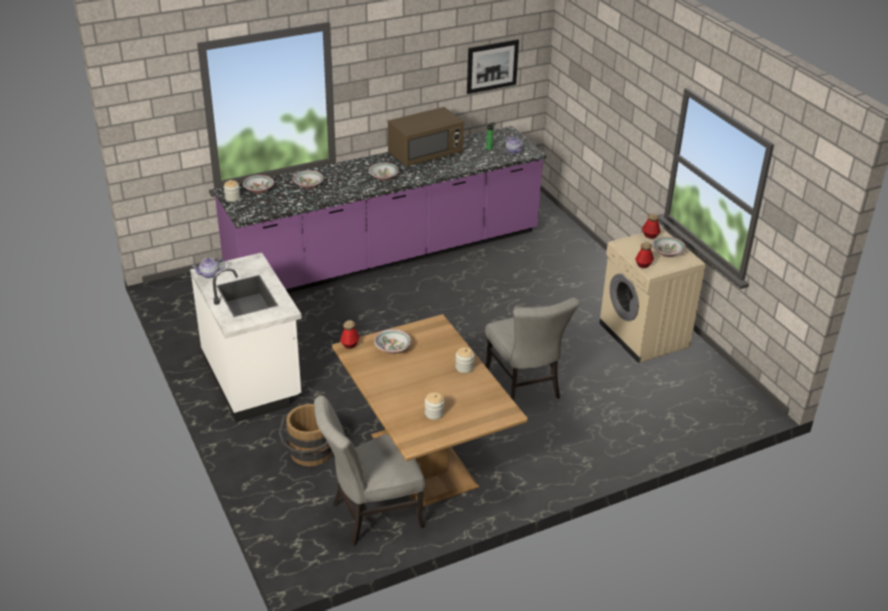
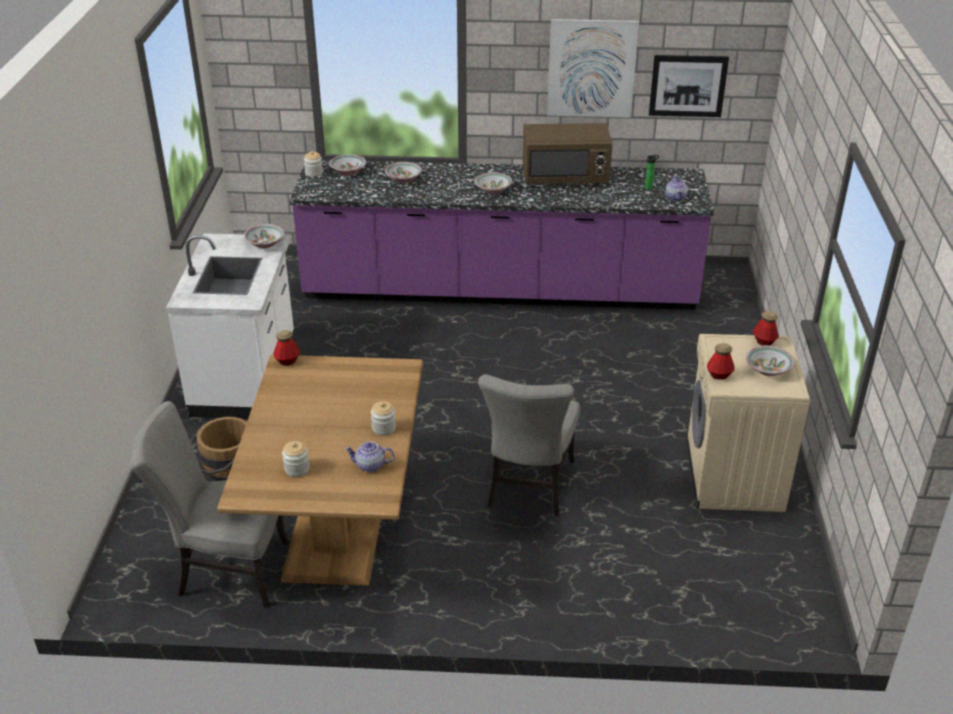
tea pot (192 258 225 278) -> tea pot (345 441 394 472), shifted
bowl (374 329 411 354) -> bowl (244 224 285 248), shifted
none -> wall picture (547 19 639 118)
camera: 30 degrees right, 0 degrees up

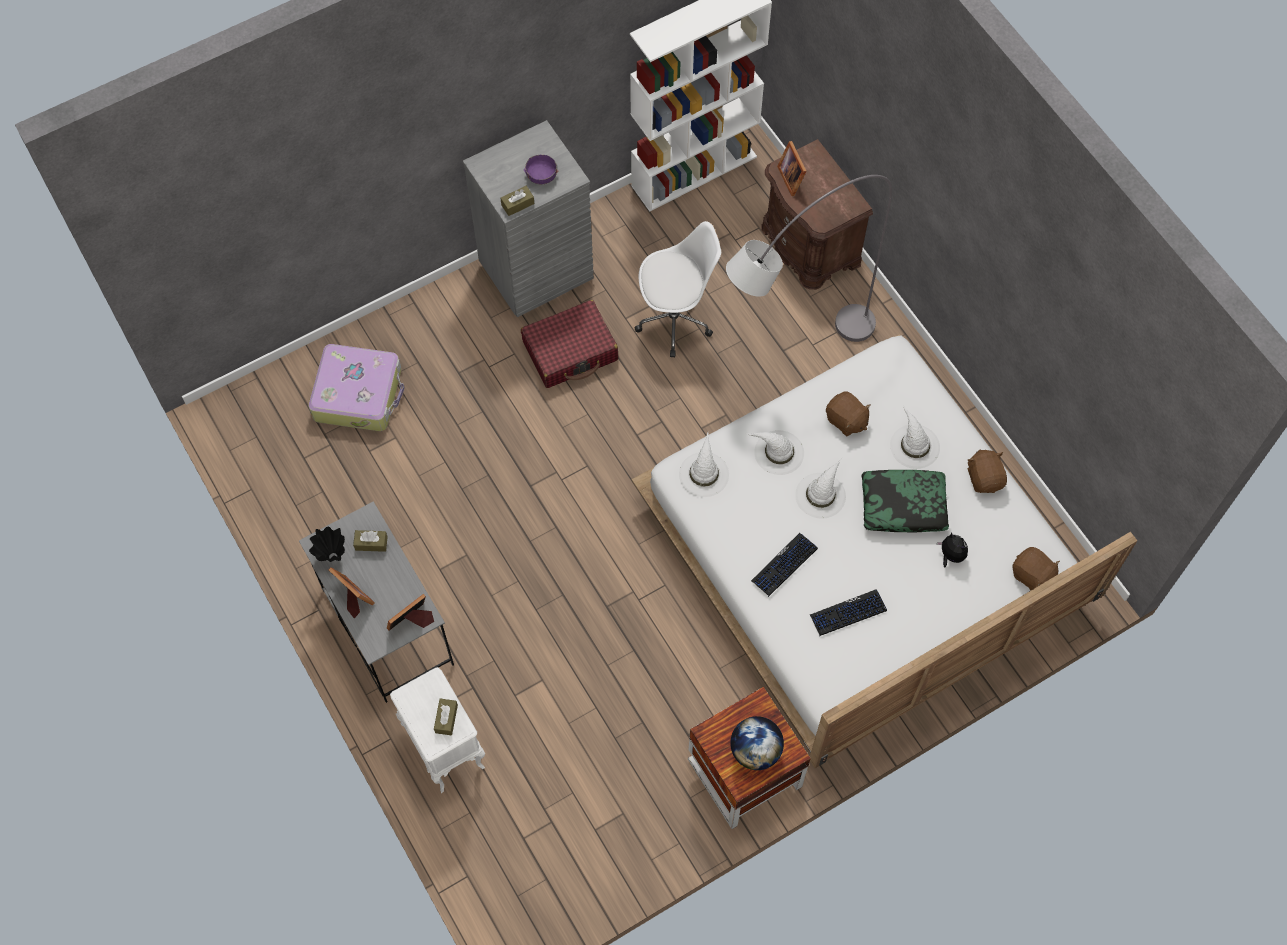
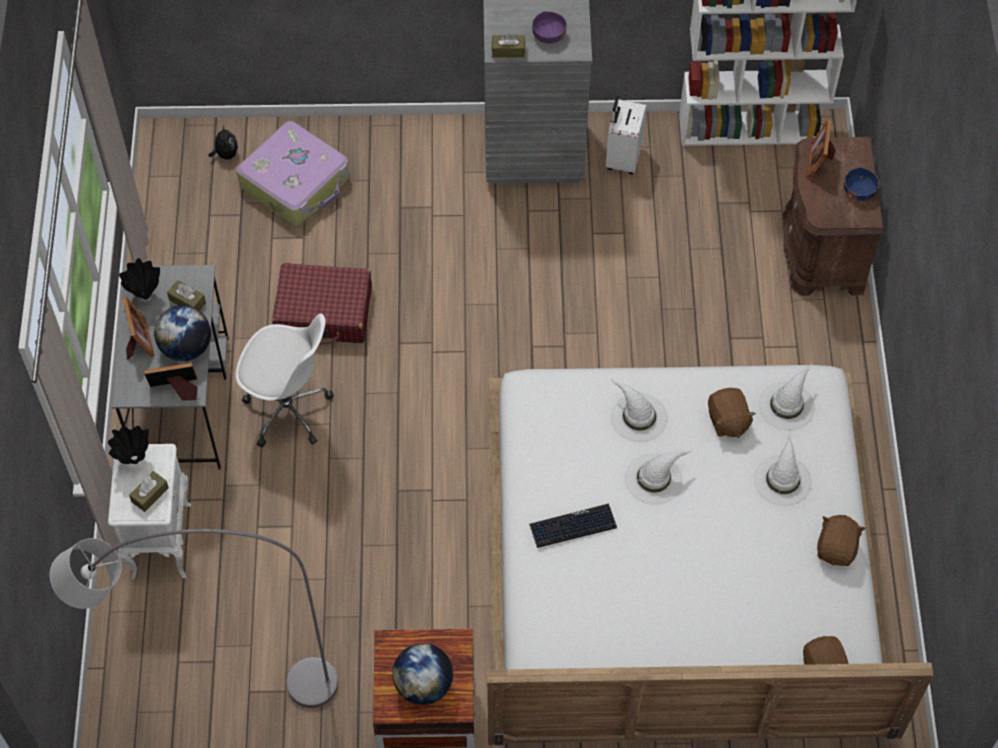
greyish standard lamp (726 175 892 342) -> greyish standard lamp (50 529 338 708), shifted
white-coloured office chair (634 221 721 357) -> white-coloured office chair (235 314 334 447), shifted
red-coloured travel case (521 300 618 388) -> red-coloured travel case (272 263 372 345), shifted
white-coloured clothing hat (679 432 729 497) -> white-coloured clothing hat (758 364 815 431), shifted
cushion (862 470 949 533) -> none
cuddly toy (937 532 968 568) -> cuddly toy (209 125 238 160), shifted
PC keyboard (810 589 887 636) -> none
none -> white-coloured travel case (606 96 646 174)
none -> blue-coloured bowl (844 167 879 201)
none -> globe (154 305 211 361)
none -> black-coloured vase (108 426 149 464)
camera: 30 degrees right, 5 degrees down

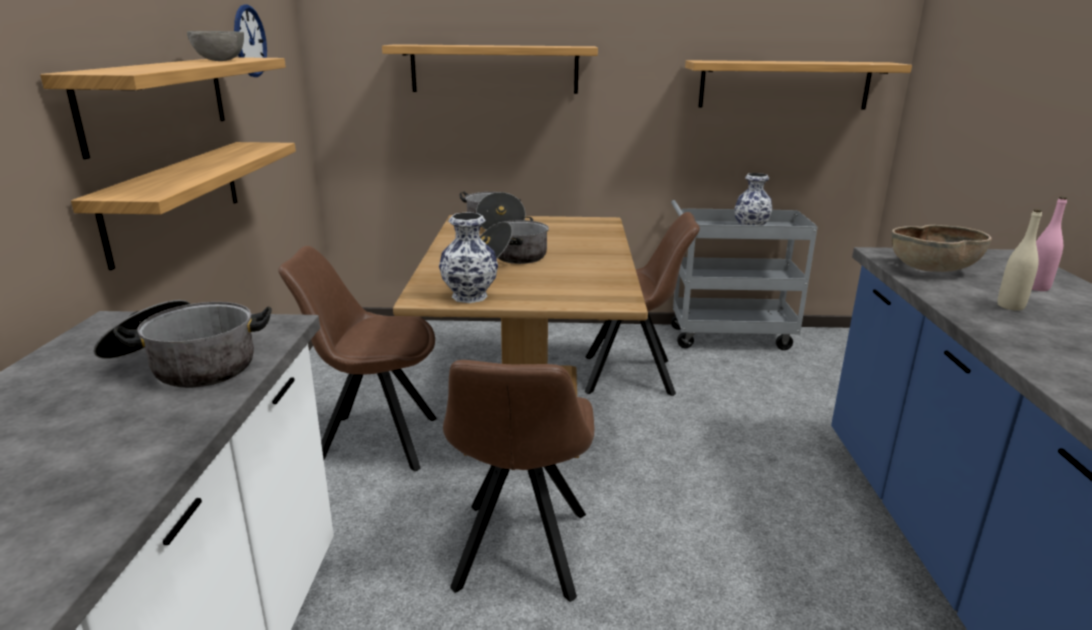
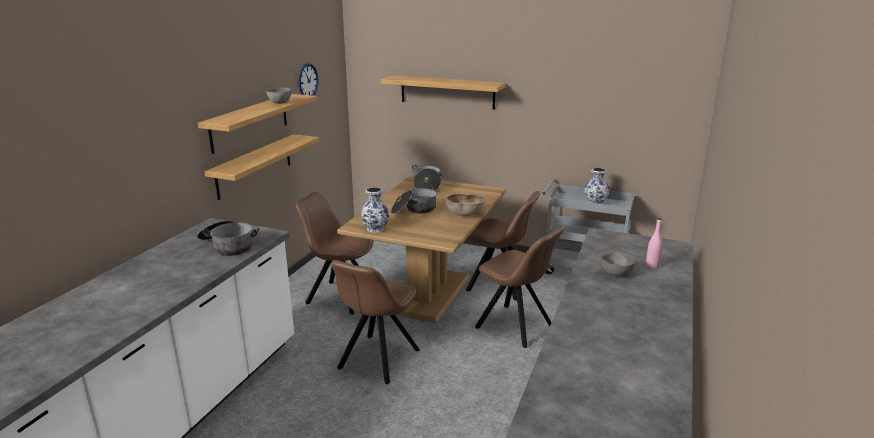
shelf (685 60 912 109) -> none
sand-coloured bottle (997 209 1042 311) -> greyish bowl (601 251 636 276)
brown bowl (891 225 992 272) -> brown bowl (446 193 485 216), shifted
none -> brown chair (475 226 564 348)
camera: 20 degrees right, 0 degrees up

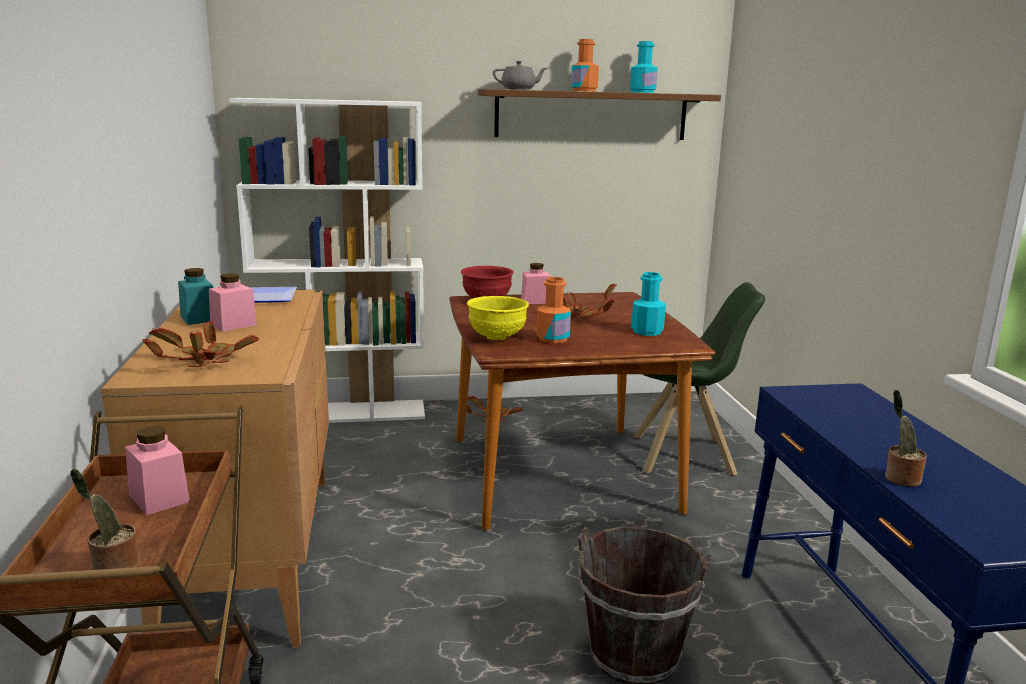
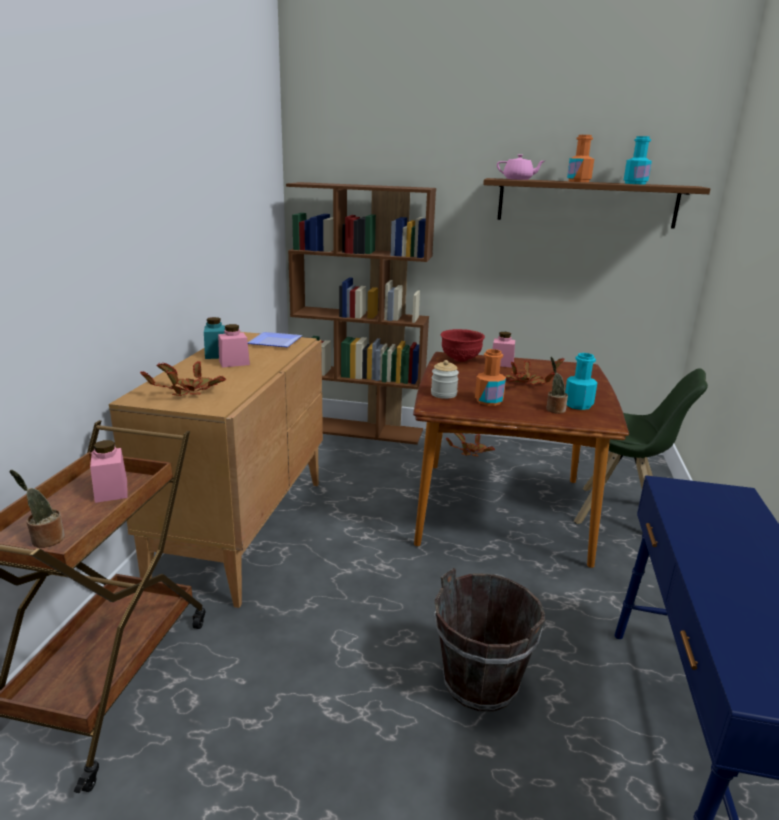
greyish tea pot (493 61 547 90) -> pink-coloured tea pot (497 154 545 180)
white-coloured shelving unit (229 98 425 423) -> brown shelving unit (286 182 436 445)
yellowish bowl (467 296 529 340) -> preserve jar (431 360 459 399)
houseplant (885 390 927 487) -> houseplant (546 357 568 414), shifted
camera: 20 degrees right, 5 degrees up

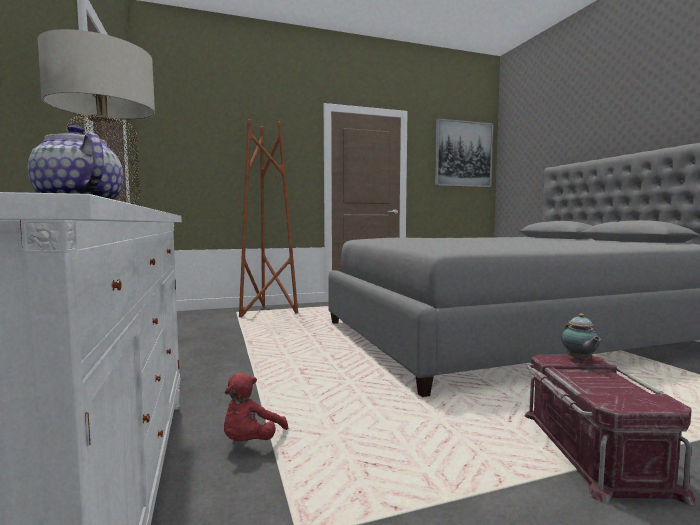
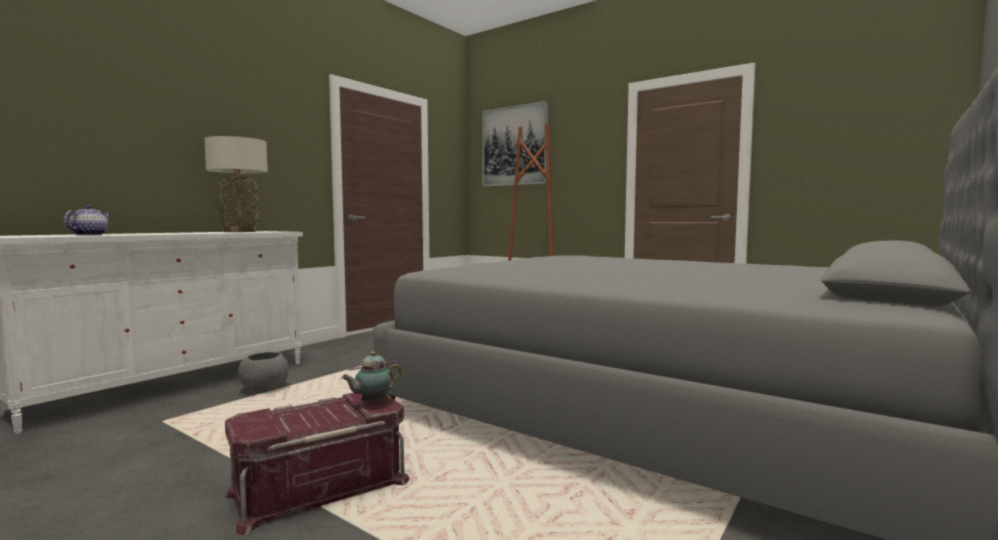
wall picture (435 118 493 187) -> wall picture (482 101 549 187), shifted
red-coloured cuddly toy (224 373 288 442) -> greyish bowl (238 352 289 392)
camera: 55 degrees right, 0 degrees up

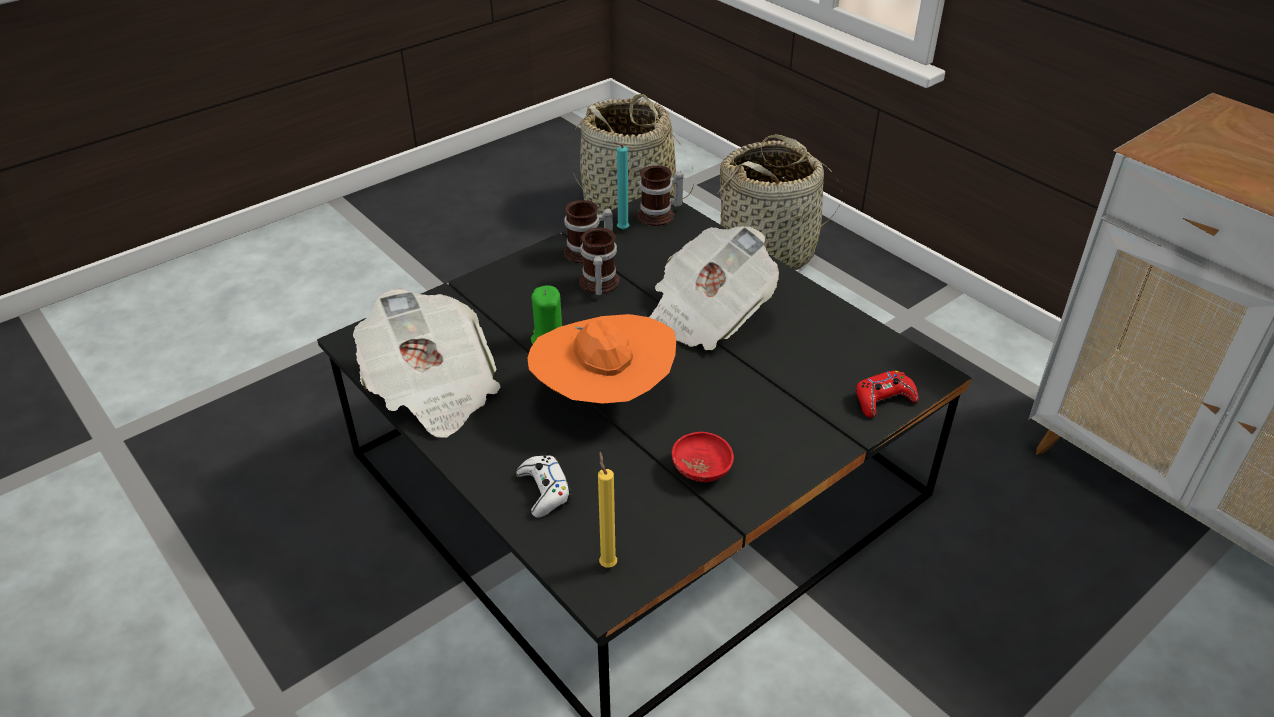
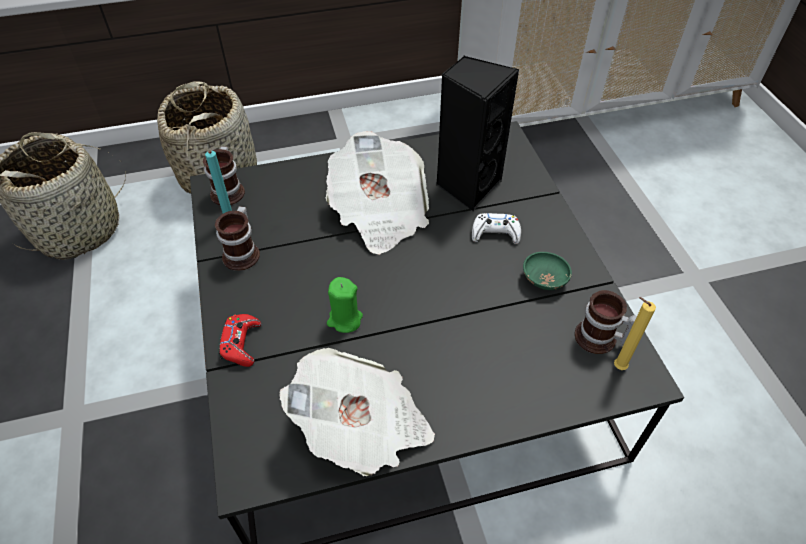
coffee mug (579 227 620 295) -> coffee mug (575 290 637 354), shifted
orange clothing hat (527 314 676 404) -> none
red-coloured gamepad (855 370 919 418) -> red-coloured gamepad (218 314 261 367), shifted
red-coloured bowl (672 432 734 482) -> green-coloured bowl (523 252 572 290)
white-coloured gamepad (516 456 571 518) -> white-coloured gamepad (472 213 521 244), shifted
none -> black-coloured loudspeaker (436 56 519 212)
camera: 65 degrees left, 10 degrees up

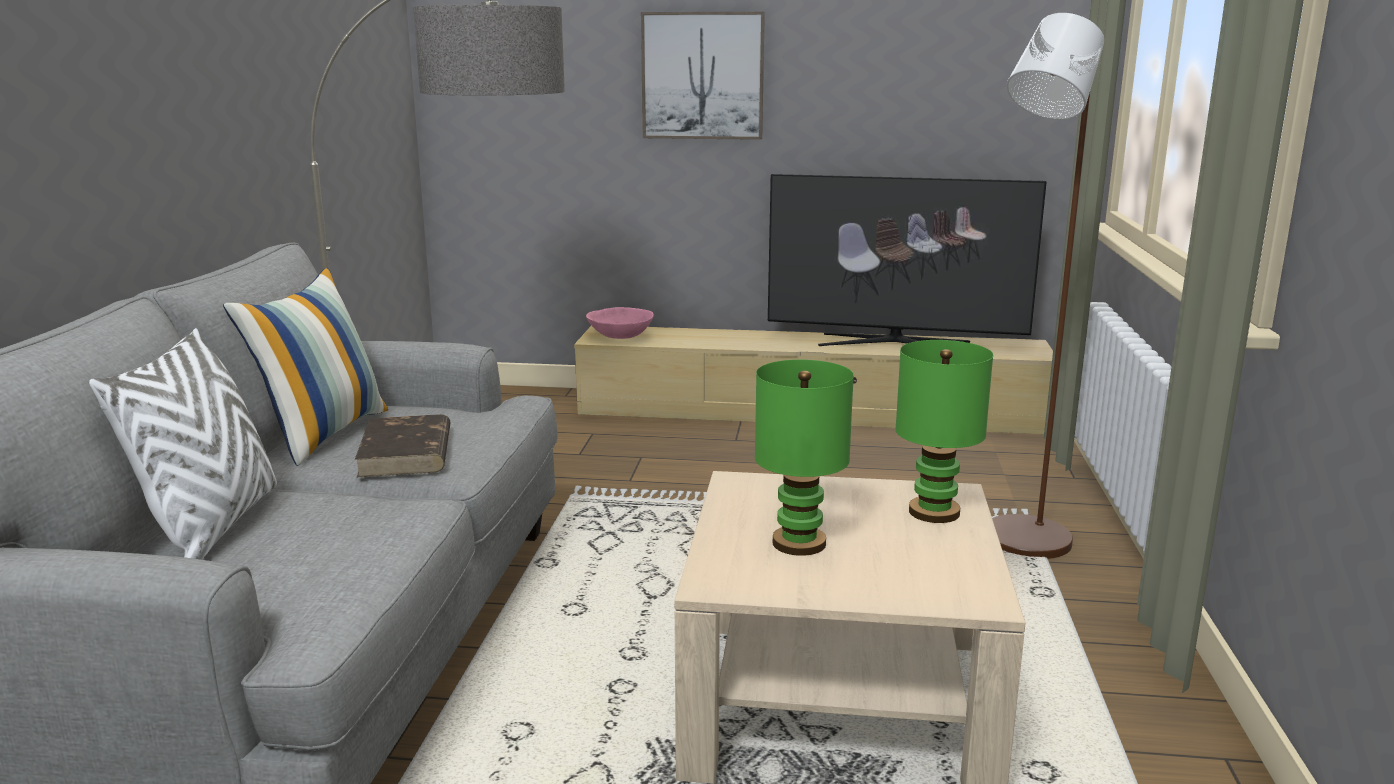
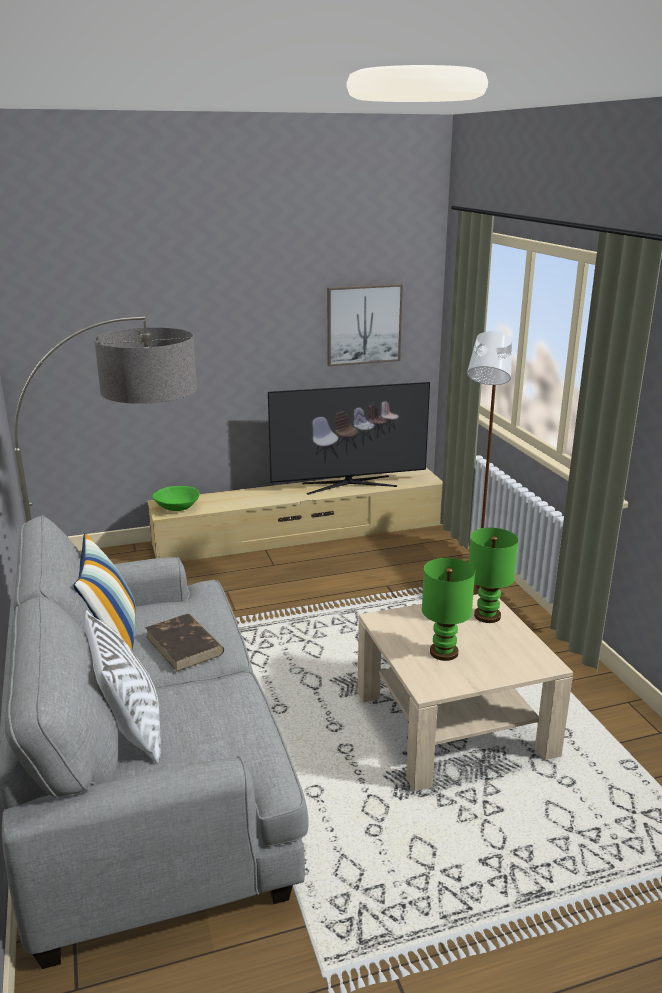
wall picture (641 12 765 140) -> wall picture (327 284 403 366), shifted
pink-coloured bowl (586 307 654 339) -> green-coloured bowl (152 486 200 511)
camera: 25 degrees left, 5 degrees up

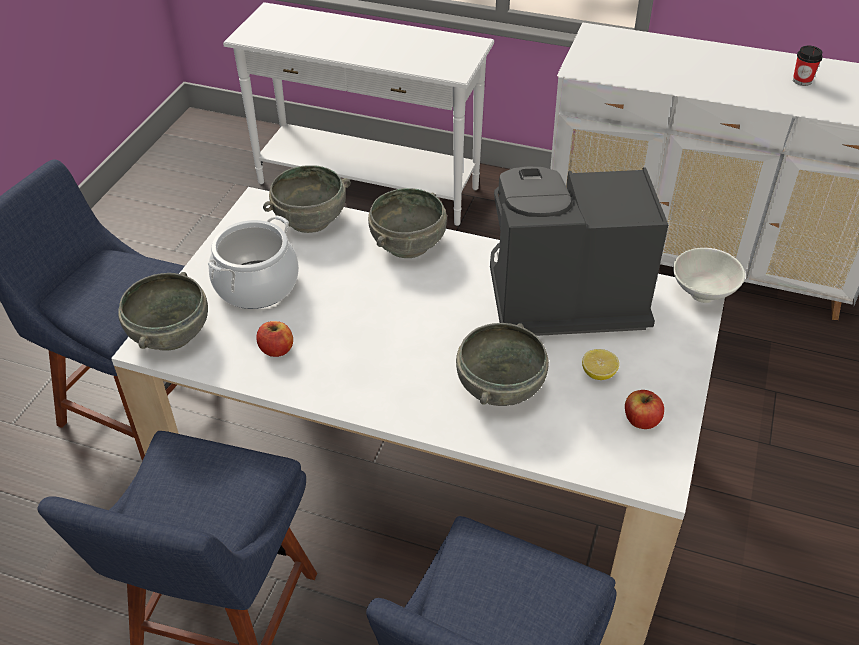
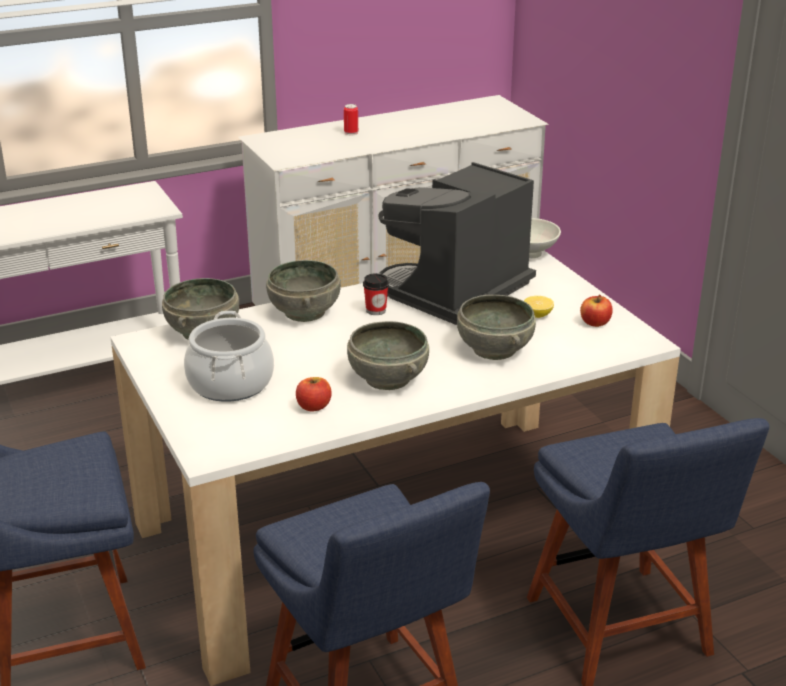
drinking cup (793 46 823 86) -> drinking cup (363 273 389 315), shifted
greyish bowl (118 272 208 351) -> greyish bowl (347 321 429 390), shifted
none -> sealed can (344 104 358 135)
camera: 45 degrees left, 15 degrees down

